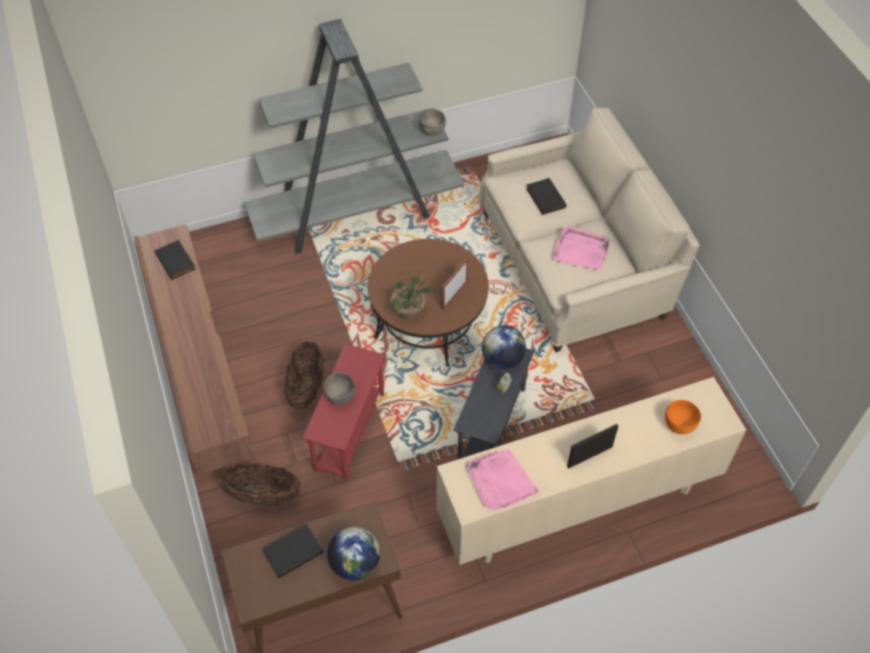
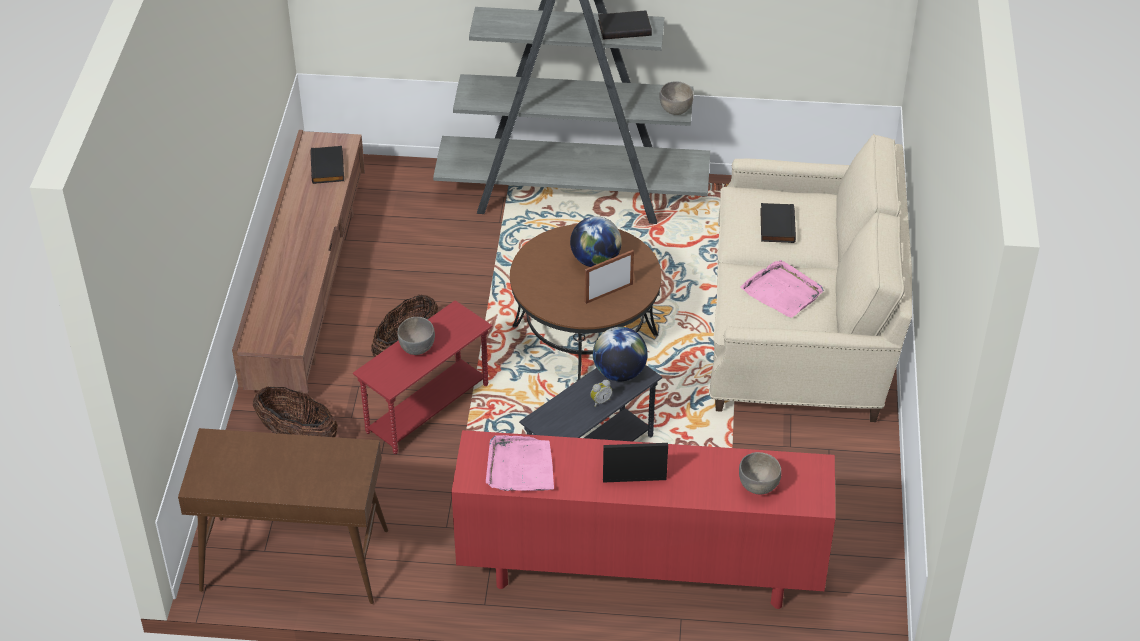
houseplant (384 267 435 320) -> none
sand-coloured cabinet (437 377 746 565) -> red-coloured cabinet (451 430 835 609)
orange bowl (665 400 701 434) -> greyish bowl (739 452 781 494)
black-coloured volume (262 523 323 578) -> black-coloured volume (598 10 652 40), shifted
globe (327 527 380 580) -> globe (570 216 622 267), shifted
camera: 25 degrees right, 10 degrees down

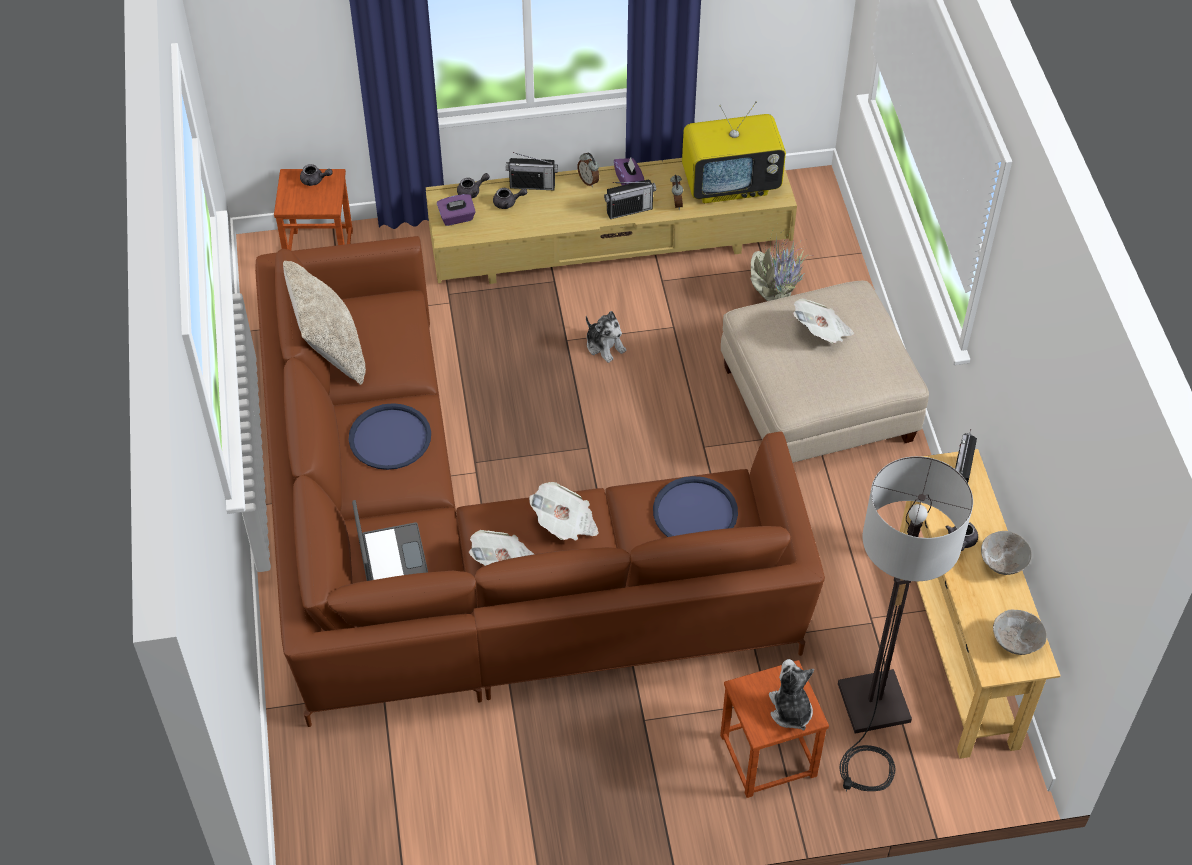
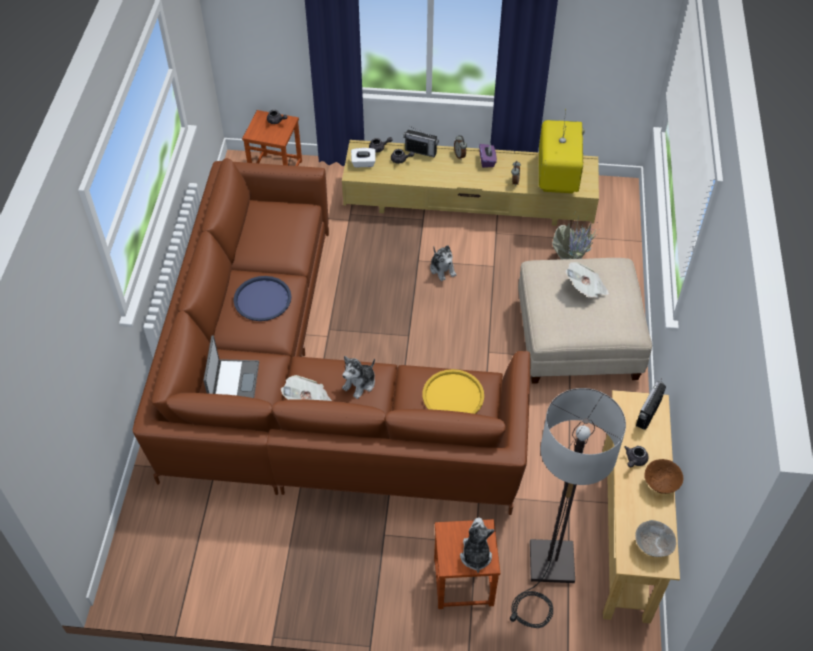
TV set (682 101 786 203) -> TV set (539 109 585 193), 90 degrees counterclockwise
radio receiver (604 179 656 219) -> none
purple-coloured tissue box (437 194 476 226) -> white-coloured tissue box (351 148 376 167)
sand-coloured cushion (282 261 366 385) -> none
blue-coloured serving tray (653 476 738 537) -> yellowish serving tray (423 369 484 414)
newspaper (529 482 599 540) -> cuddly toy (342 356 375 399)
greyish bowl (981 531 1032 575) -> brown bowl (645 459 683 494)
camera: 15 degrees right, 0 degrees up

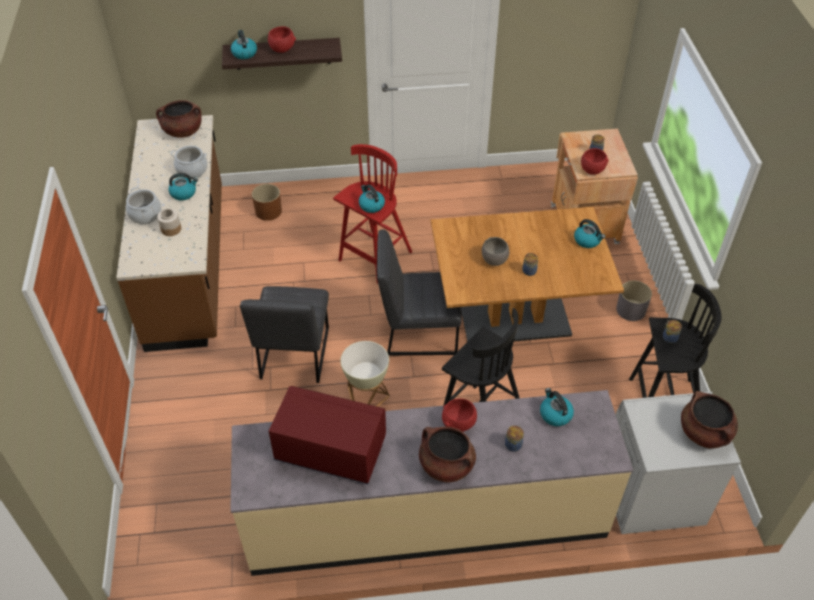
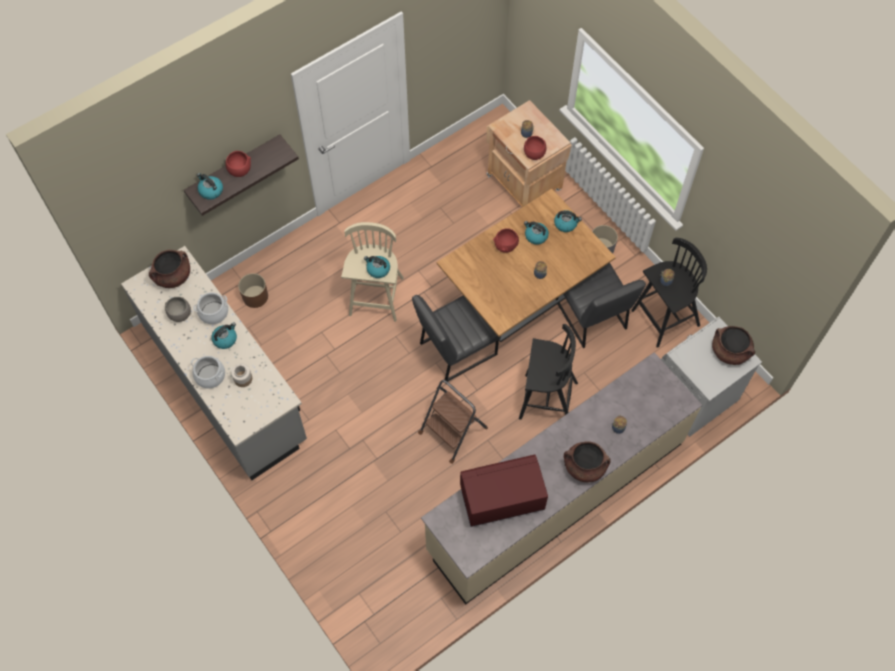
brown kitchen base unit (116 115 222 352) -> greyish kitchen base unit (121 246 307 480)
red-coloured sitting stool (333 144 412 283) -> sand-coloured sitting stool (341 222 404 322)
greyish bowl (482 237 509 266) -> greyish bowl (165 297 191 322), shifted
greyish chair (240 286 329 383) -> greyish chair (556 263 646 348), shifted
planter (340 341 390 407) -> brown step ladder (418 380 488 464)
kettle (540 388 574 426) -> kettle (524 221 549 245), shifted
red-coloured bowl (442 398 477 432) -> red-coloured bowl (493 228 519 253), shifted
camera: 30 degrees left, 15 degrees up

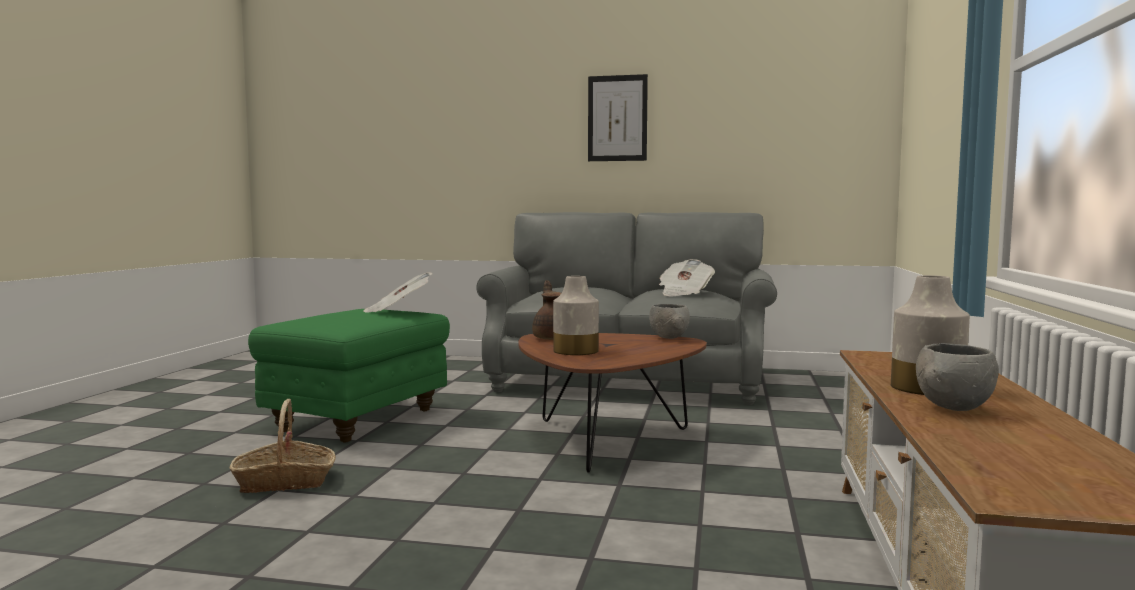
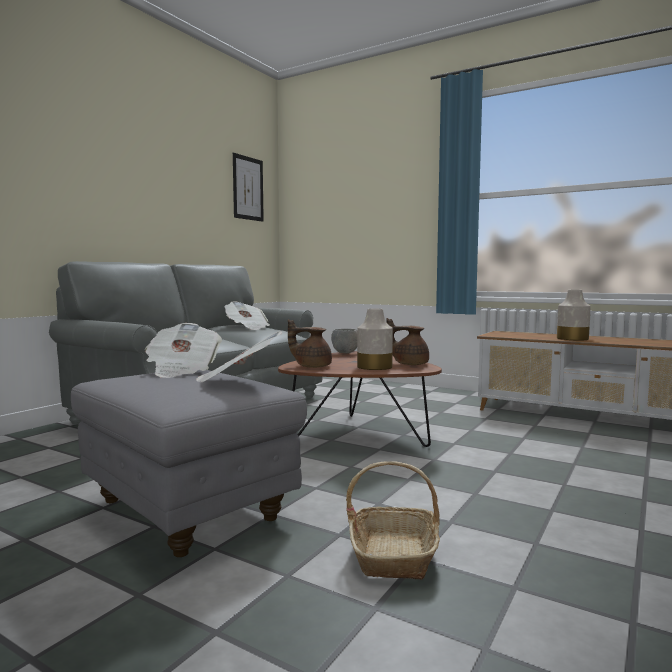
wall picture (588 74 648 161) -> wall picture (233 153 264 222), shifted
green-coloured footrest (248 309 450 442) -> greyish footrest (71 370 307 557)
greyish bowl (916 343 999 411) -> none
none -> brown tea pot (386 318 429 365)
none -> newspaper (196 331 282 382)
camera: 70 degrees left, 0 degrees up

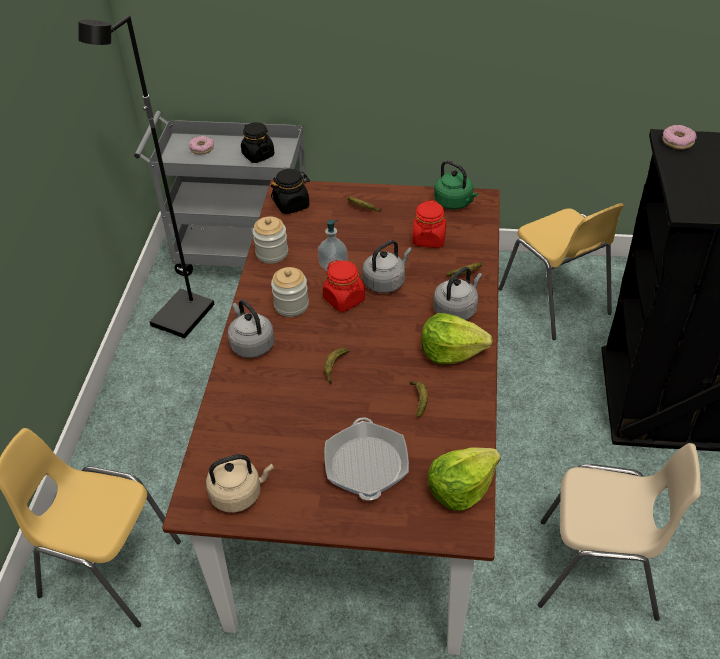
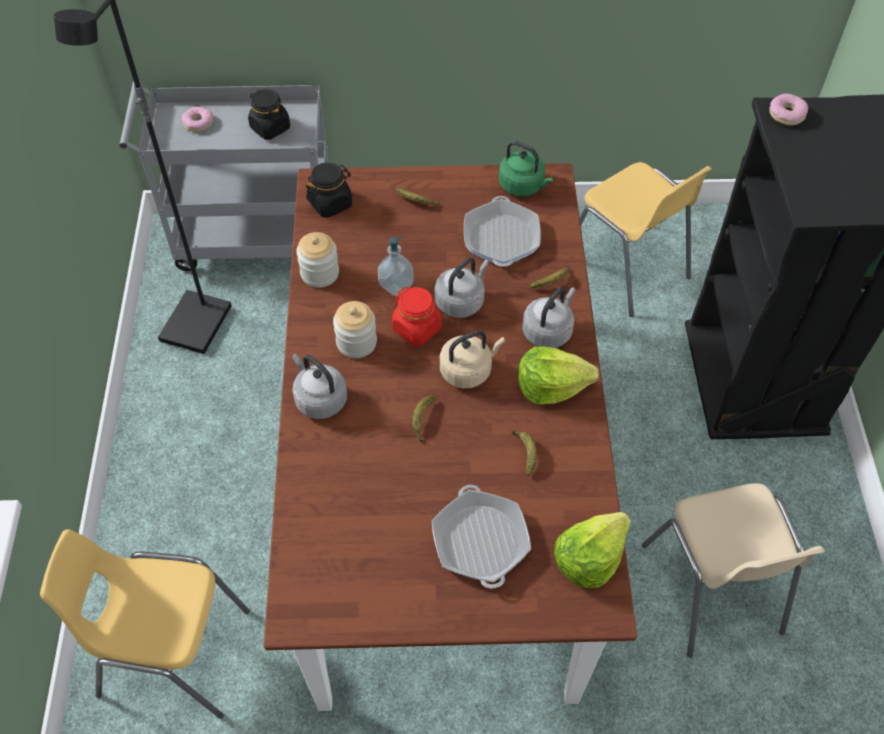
red-coloured preserve jar (412 200 446 248) -> pan (464 196 541 267)
sand-coloured chair (538 443 701 621) -> sand-coloured chair (642 483 825 657), 75 degrees clockwise
sand-coloured kettle (206 454 274 513) -> sand-coloured kettle (440 330 505 388), shifted
camera: 10 degrees left, 10 degrees up

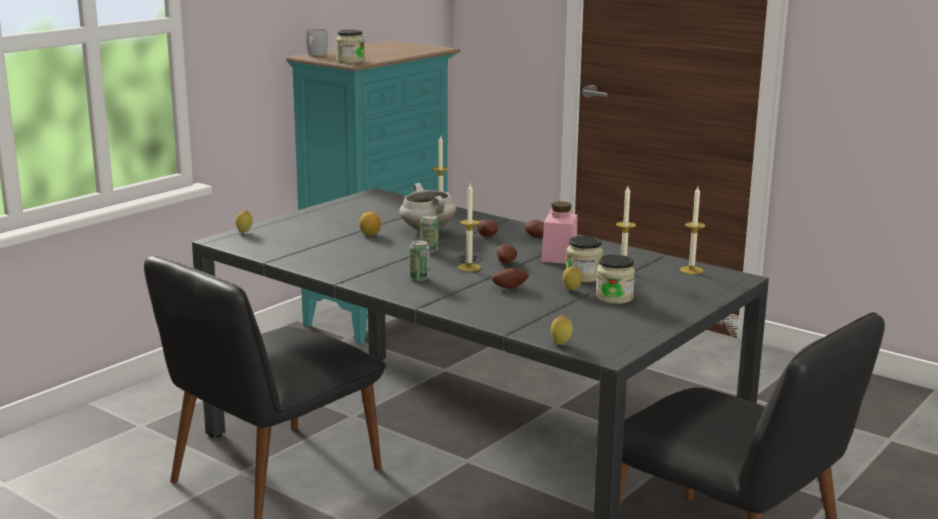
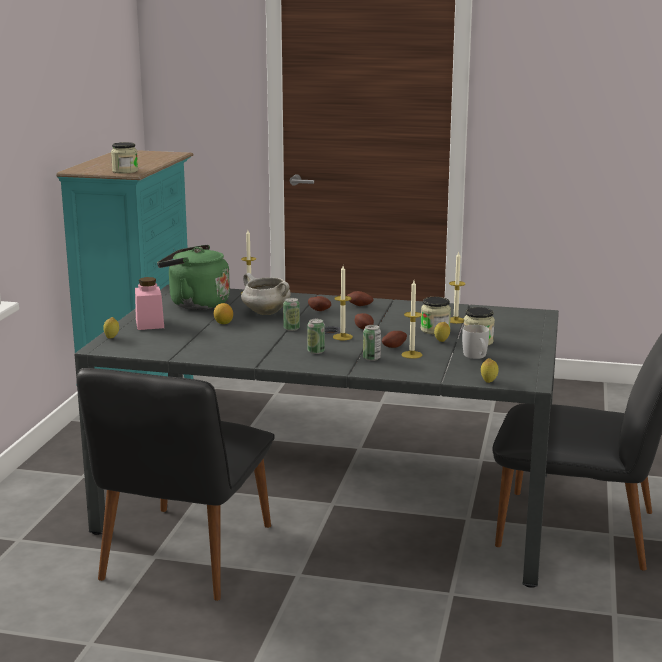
white-coloured coffee mug (305 29 328 56) -> white-coloured coffee mug (462 325 489 359), shifted
wax light (680 187 705 274) -> wax light (402 281 422 359), shifted
pink-coloured preserve jar (541 201 577 264) -> pink-coloured preserve jar (135 277 164 330), shifted
none -> green-coloured kettle (157 245 230 310)
none -> sealed can (363 325 381 361)
camera: 25 degrees left, 0 degrees up

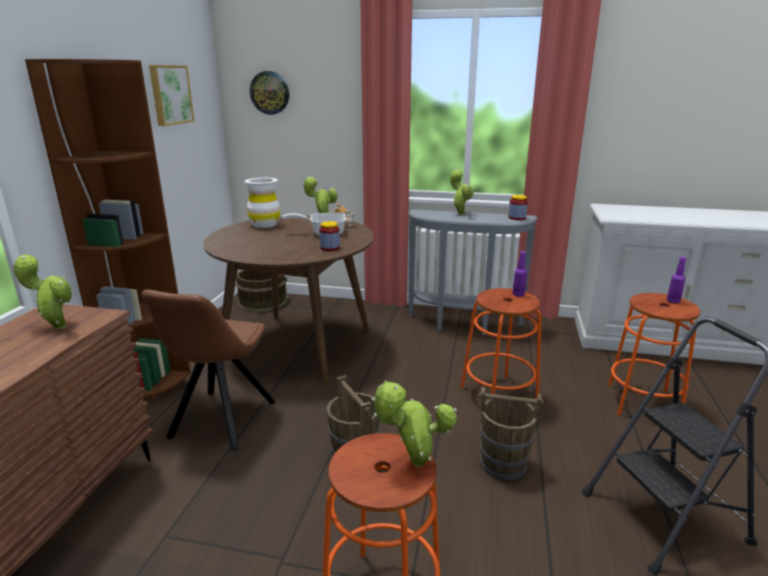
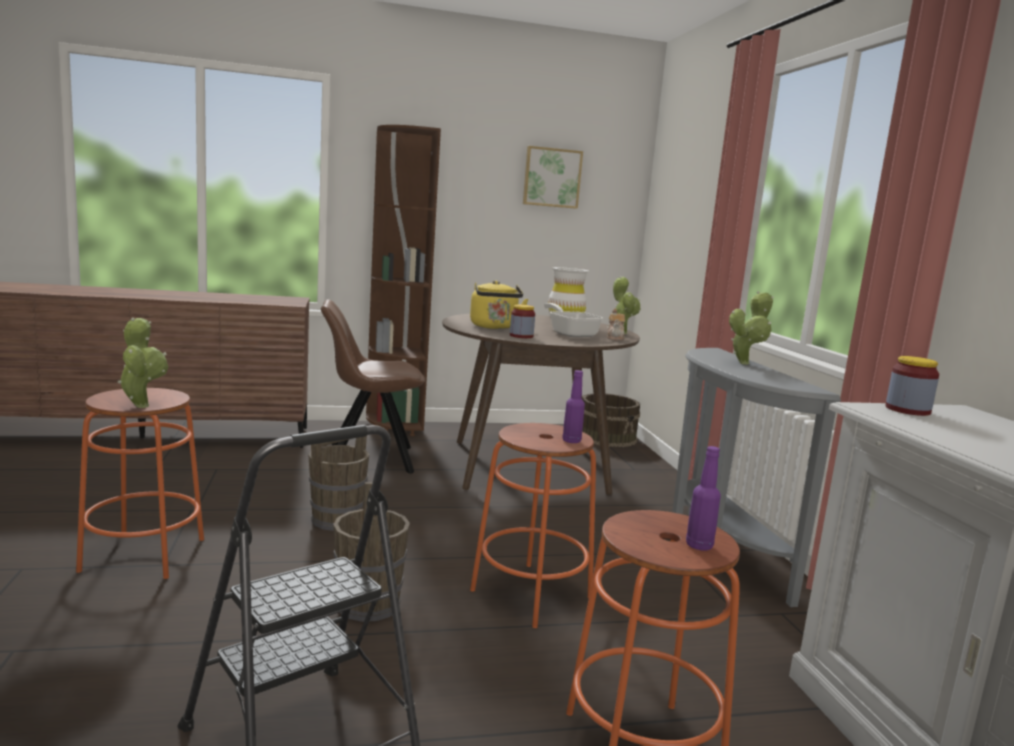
hanging clock (250 71 289 115) -> none
preserve jar (508 195 528 220) -> preserve jar (885 356 939 416), shifted
houseplant (14 254 73 329) -> none
none -> yellowish kettle (470 280 528 329)
camera: 65 degrees right, 10 degrees down

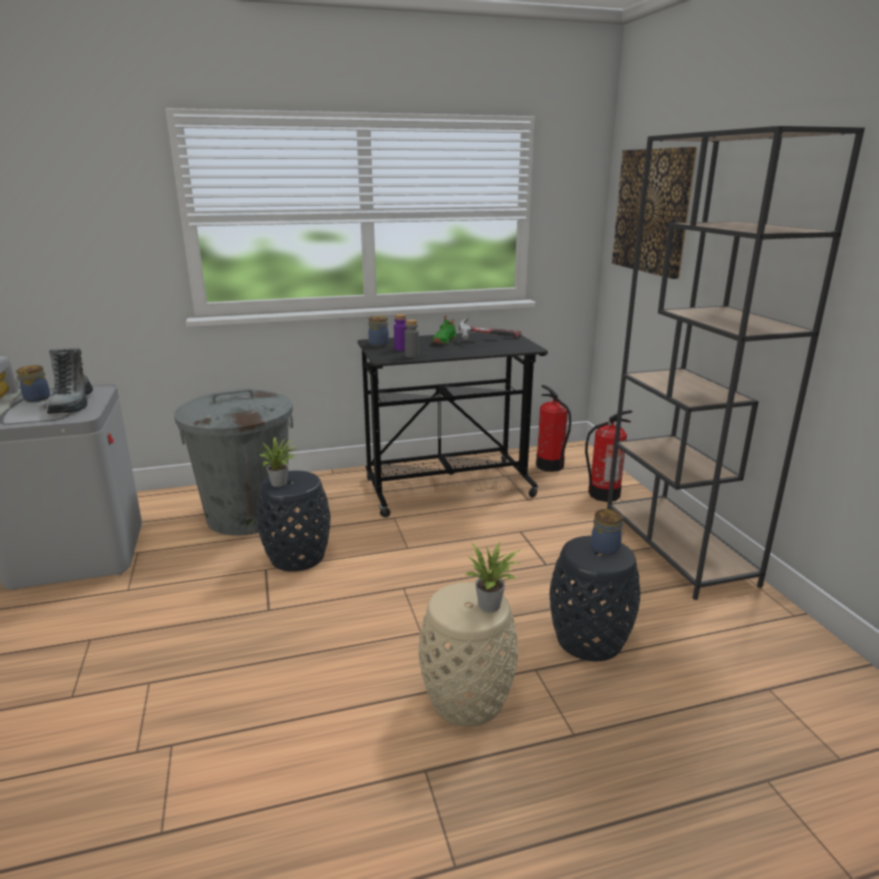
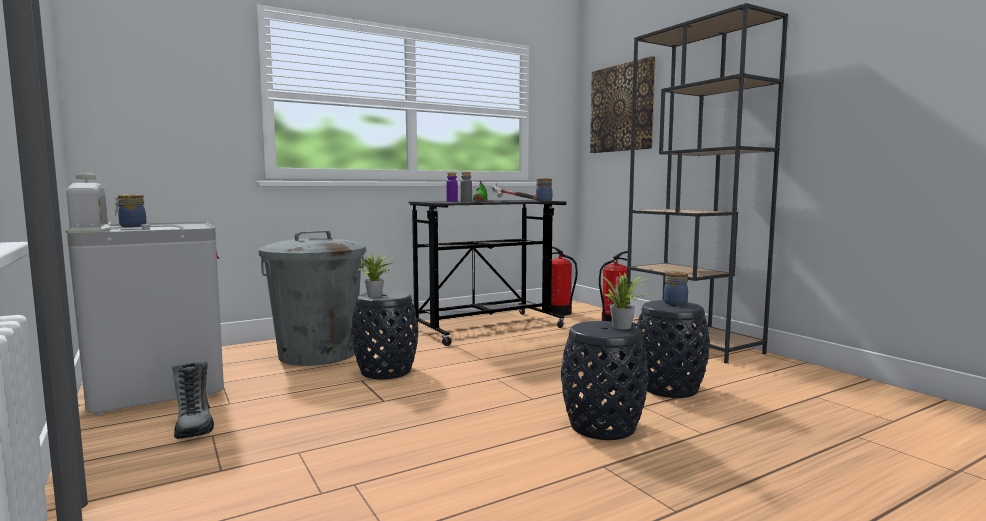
preserve jar (369 316 389 346) -> preserve jar (536 178 552 201), shifted
boot (47 348 93 414) -> boot (172 362 214 439), shifted
sand-coloured sitting stool (419 582 518 726) -> black-coloured sitting stool (561 321 649 440)
camera: 15 degrees left, 15 degrees down

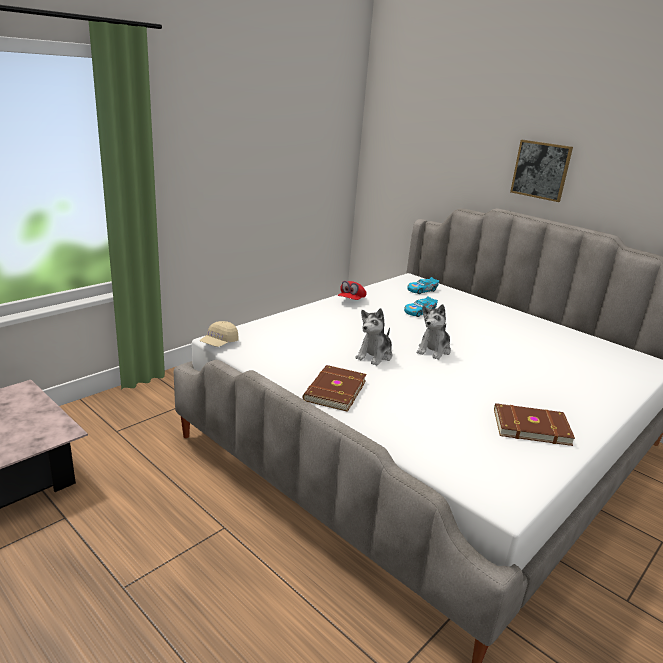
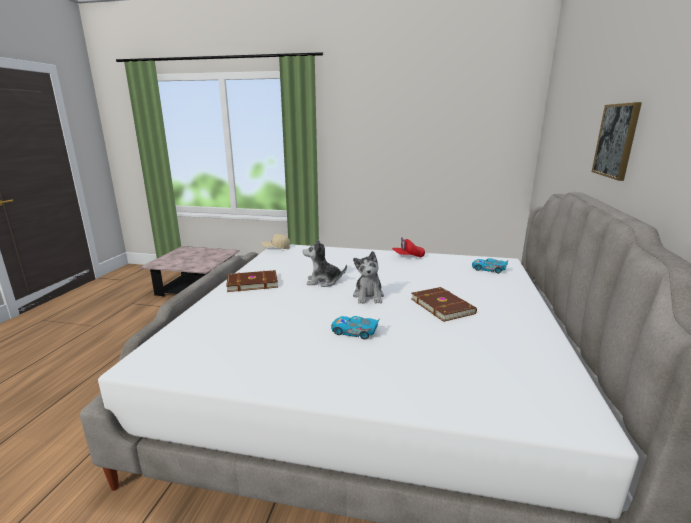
toy car (404 296 438 317) -> toy car (331 316 380 339), shifted
cuddly toy (417 304 451 360) -> cuddly toy (353 251 384 304), 90 degrees counterclockwise
brown volume (494 403 575 446) -> brown volume (411 287 477 322), shifted
camera: 60 degrees right, 5 degrees down

